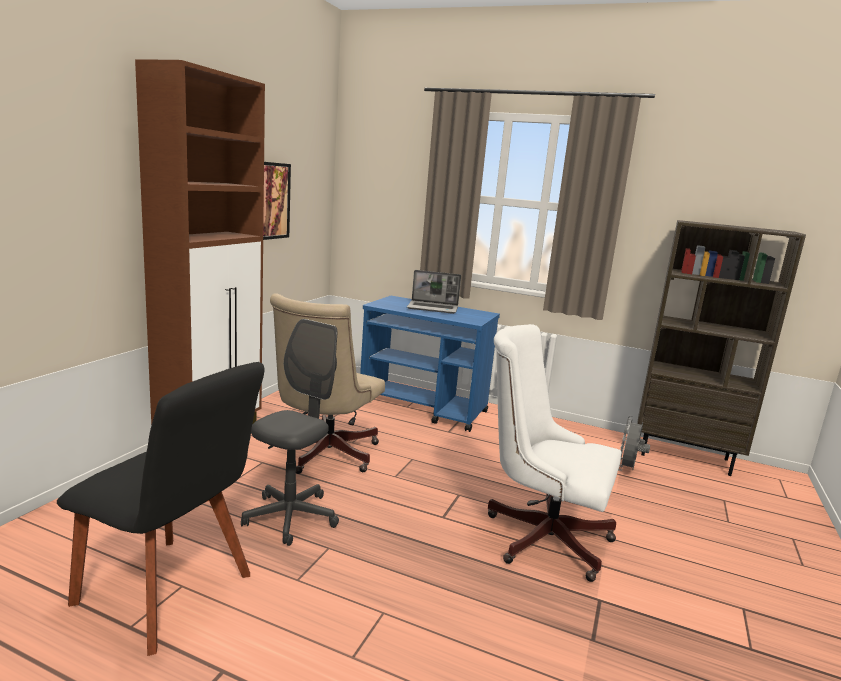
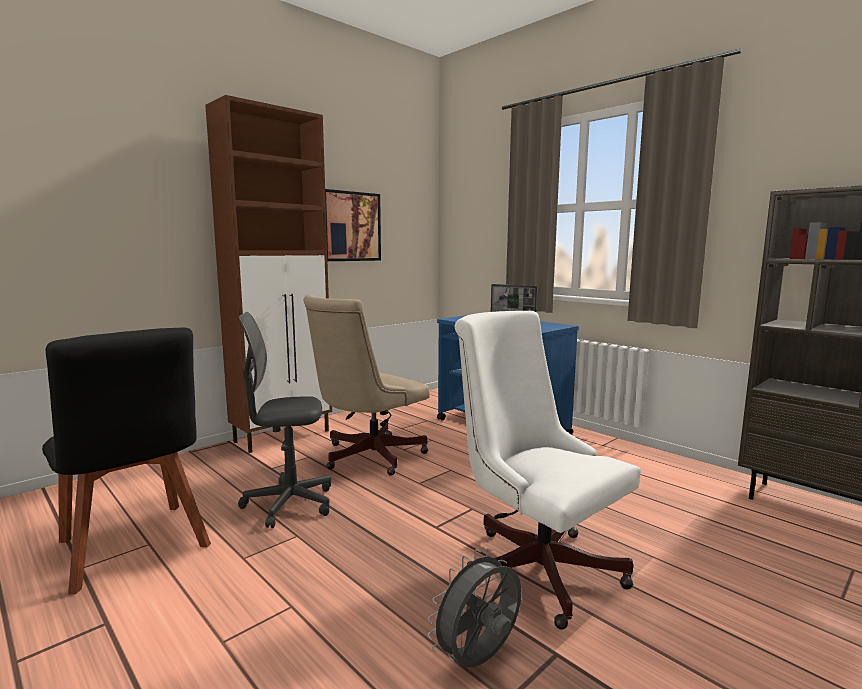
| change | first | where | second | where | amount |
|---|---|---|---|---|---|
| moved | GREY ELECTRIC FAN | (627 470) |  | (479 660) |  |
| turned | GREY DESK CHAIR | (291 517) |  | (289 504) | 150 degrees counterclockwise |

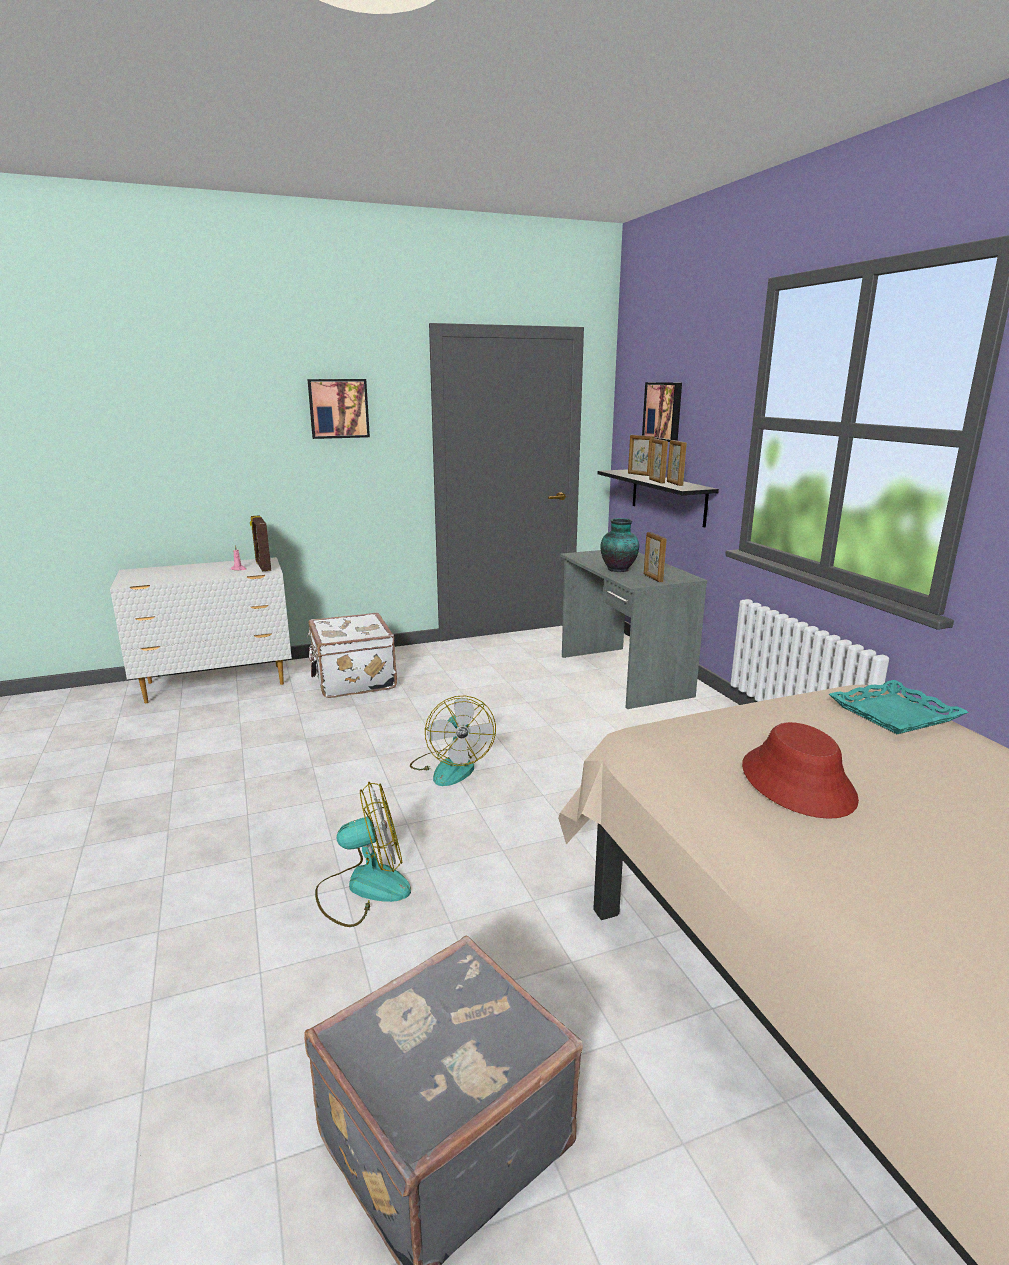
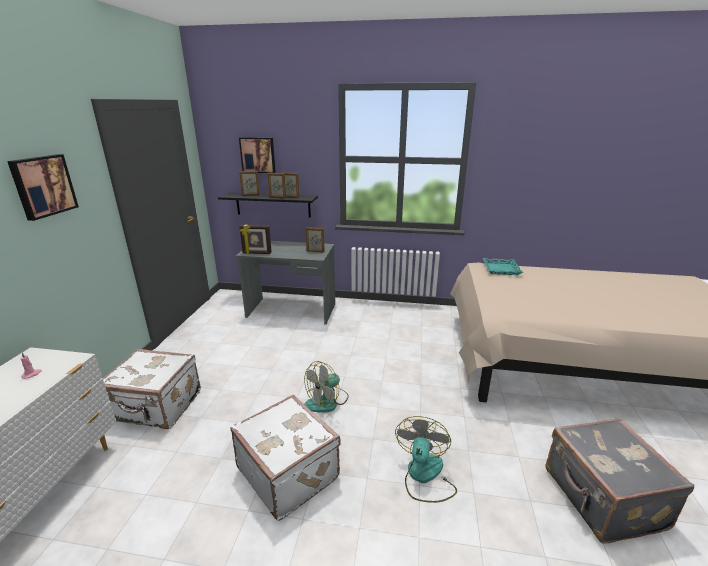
| change | first | where | second | where | amount |
|---|---|---|---|---|---|
| removed | FLOWER VASE | (618 570) |  |  |  |
| removed | RED WEARABLE HAT | (798 783) |  |  |  |
| added |  |  | WHITE-COLOURED PIECE OF LUGGAGE | (289 472) |  |
| moved | PICTURE FRAME | (262 566) |  | (257 253) |  |
| turned | ELECTRIC FAN | (451 767) |  | (327 401) | 120 degrees clockwise |

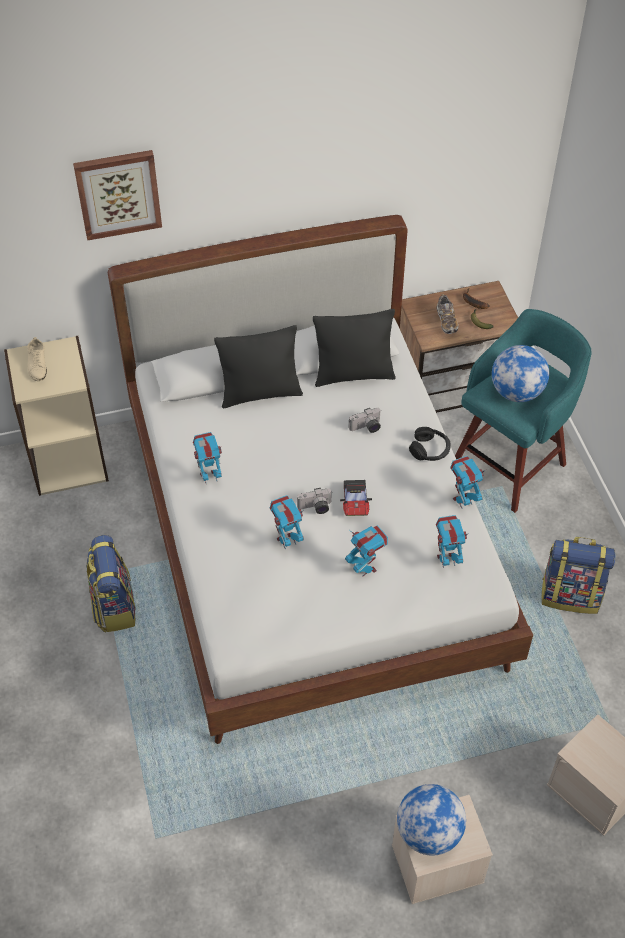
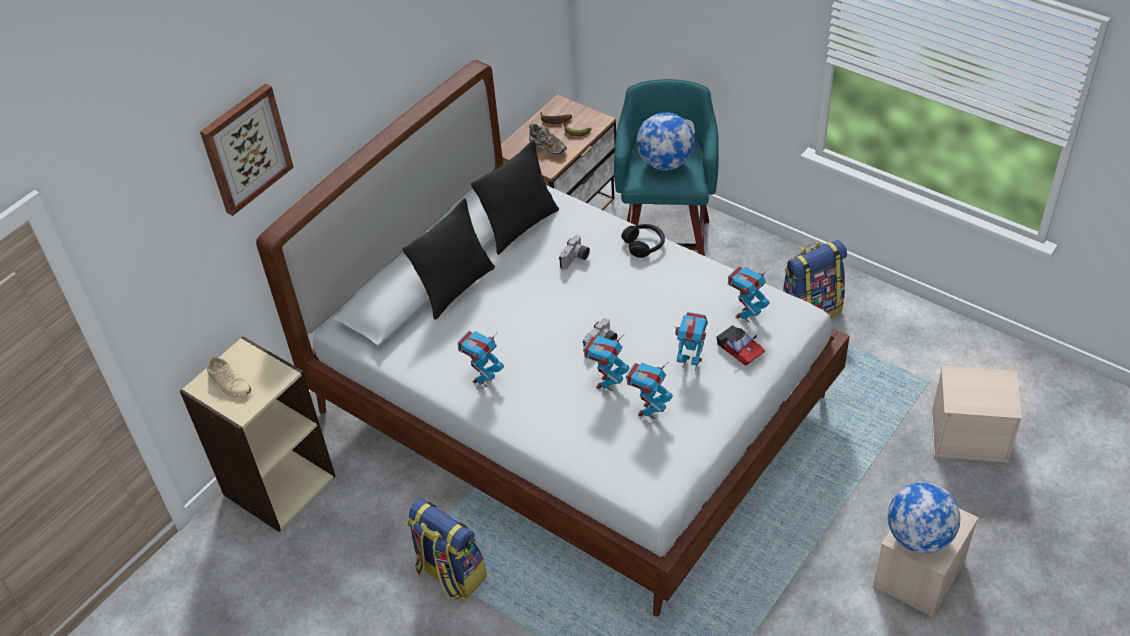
| change | first | where | second | where | amount |
|---|---|---|---|---|---|
| moved | MINIATURE CAR | (355 502) |  | (740 349) |  |
| moved | ROBOT FIGURE | (463 500) |  | (649 411) |  |

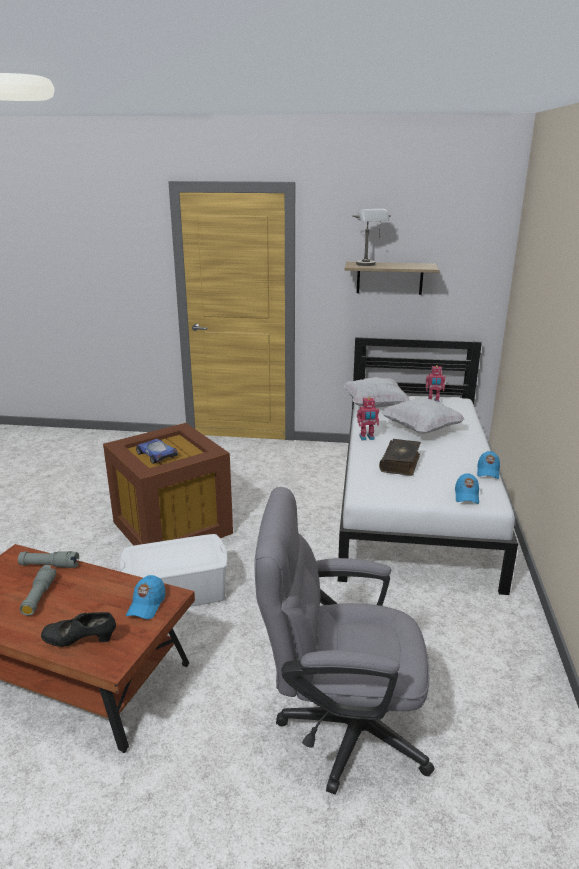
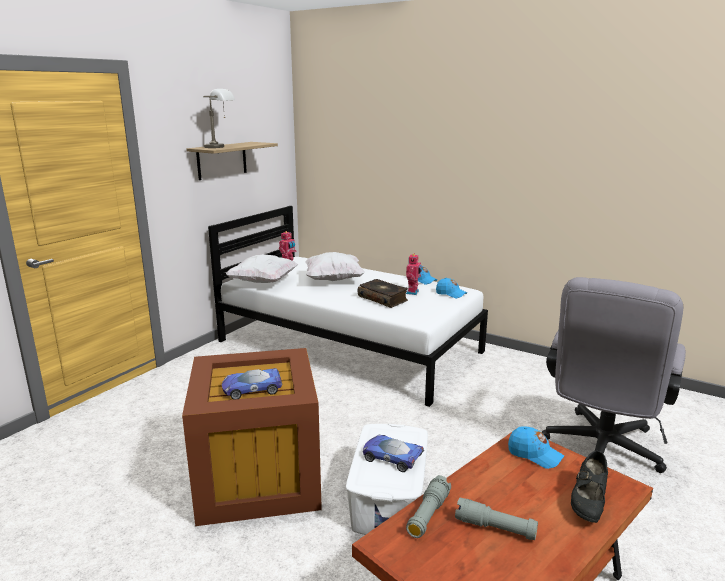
| change | first | where | second | where | amount |
|---|---|---|---|---|---|
| added |  |  | MINIATURE CAR | (391 457) |  |
| moved | ROBOT FIGURE | (367 438) |  | (413 292) |  |

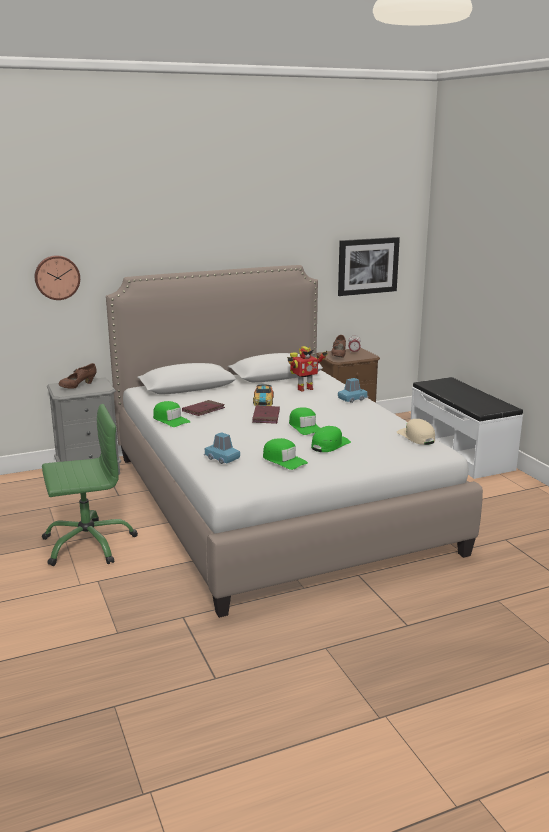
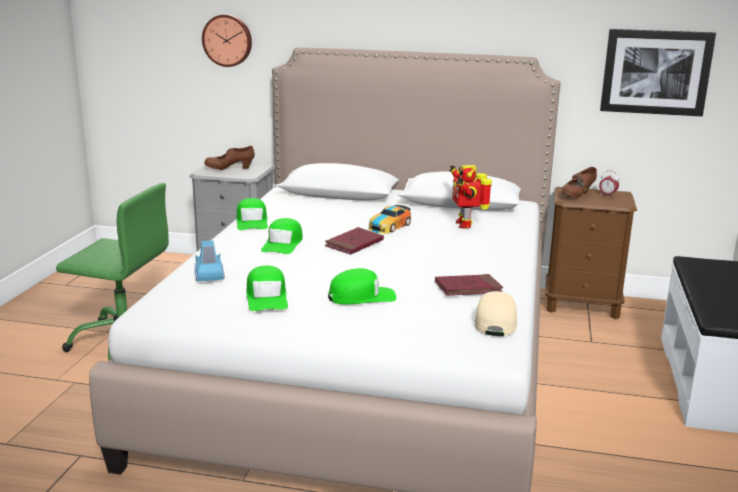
| change | first | where | second | where | amount |
|---|---|---|---|---|---|
| removed | BLUISH MINIATURE CAR | (352 399) |  |  |  |
| moved | RED VOLUME | (203 410) |  | (468 288) |  |
| moved | GREEN CAP | (305 427) |  | (283 244) |  |
| turned | ROBOT FIGURE | (304 388) |  | (465 224) | 75 degrees clockwise |

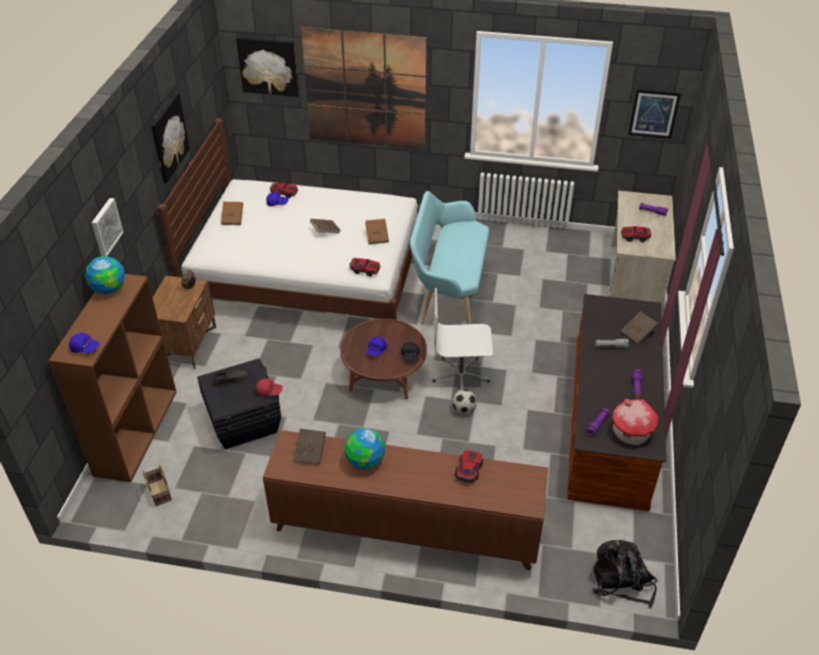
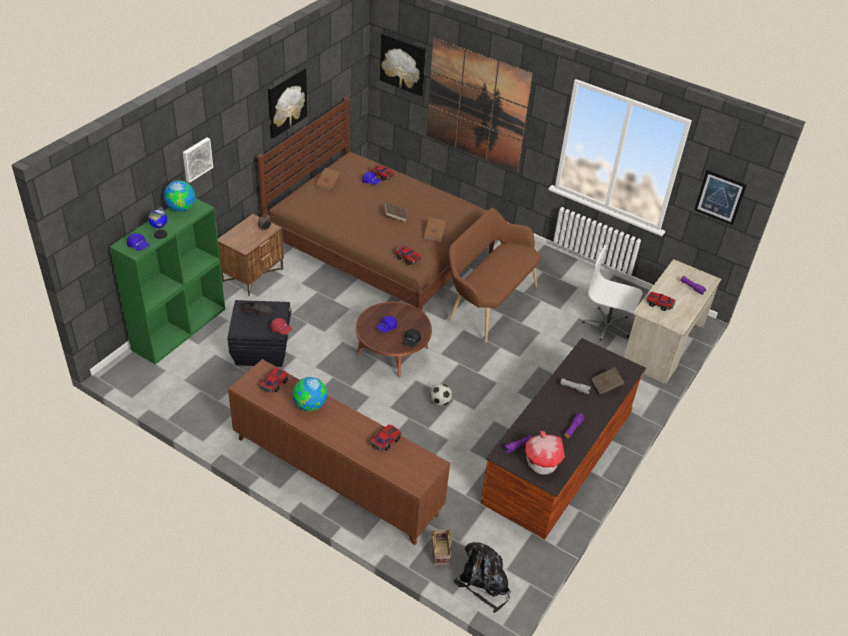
| change | first | where | second | where | amount |
|---|---|---|---|---|---|
| added |  |  | WORLD GLOBE | (160 234) |  |
| moved | HOUSEHOLD BASKET | (158 492) |  | (439 552) |  |
| moved | WHITE-COLOURED DESK CHAIR | (461 375) |  | (607 325) |  |
| replaced | BROWNISH VOLUME | (310 452) | MINIATURE CAR | (274 383) |  |
| recoloured | BROWNISH BOOKCASE | (136 431) | GREEN BOOKCASE | (179 328) |  |
| recoloured | WHITE-COLOURED SLEEPING BED | (308 275) | BROWNISH SLEEPING BED | (379 251) |  |
| recoloured | BLUE-GREEN LONG SEAT | (449 292) | BROWNISH LONG SEAT | (488 302) |  |

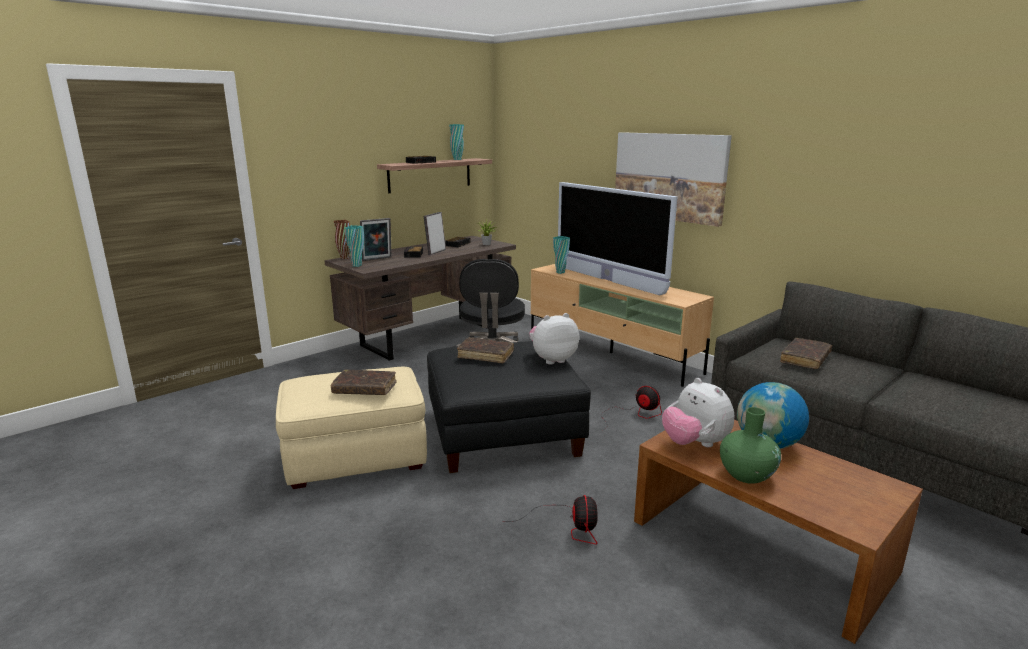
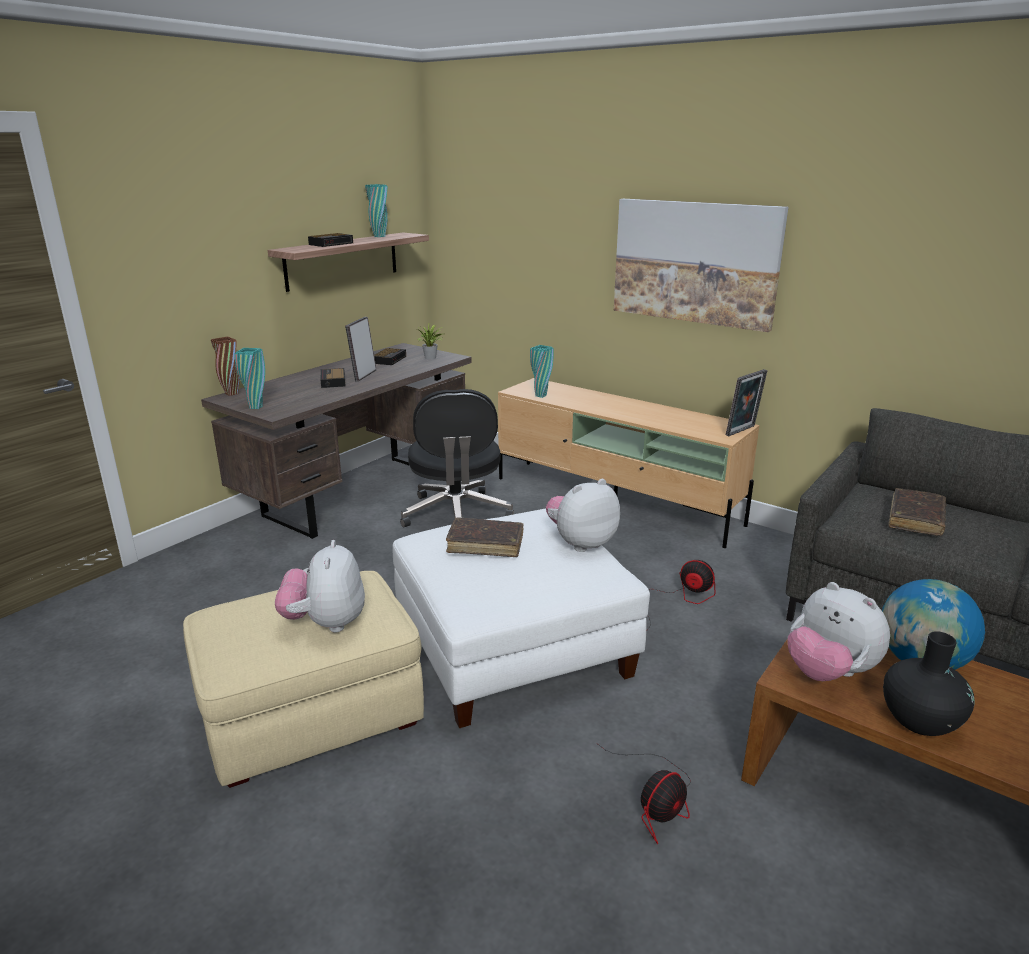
| change | first | where | second | where | amount |
|---|---|---|---|---|---|
| removed | TV SET | (608 280) |  |  |  |
| moved | PICTURE FRAME | (377 259) |  | (742 431) |  |
| replaced | BROWNISH VOLUME | (364 389) | SOFT TOY | (326 623) |  |
| recoloured | BLACK-COLOURED POUFFE | (503 431) | WHITE-COLOURED POUFFE | (513 646) |  |
| recoloured | GREEN FLOWER VASE | (746 475) | BLACK-COLOURED FLOWER VASE | (919 720) |  |
| turned | ELECTRIC FAN | (569 526) |  | (657 801) | 60 degrees clockwise |

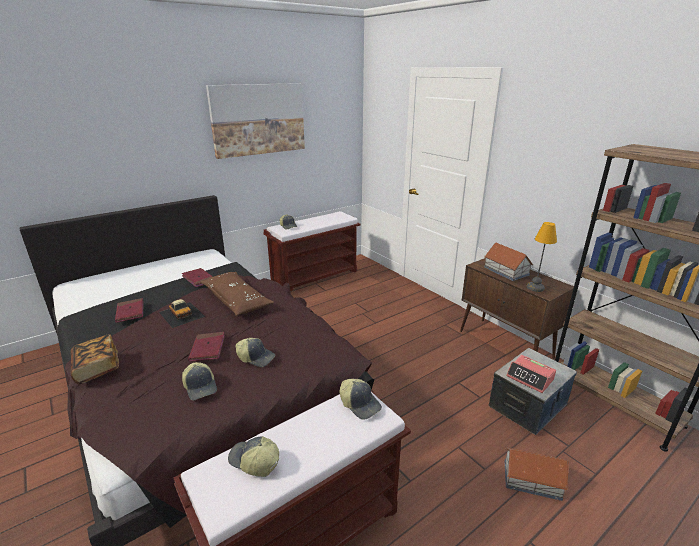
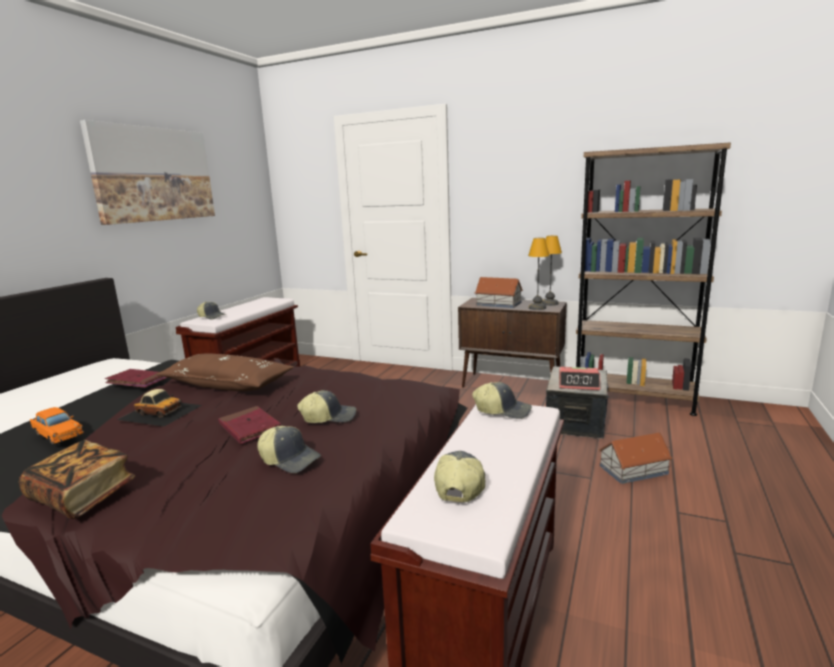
| change | first | where | second | where | amount |
|---|---|---|---|---|---|
| added |  |  | LAMP FOR A TABLE | (549 303) |  |
| replaced | RED VOLUME | (130 312) | ORANGEY MINIATURE CAR | (58 434) |  |
| turned | CAP | (254 462) |  | (459 485) | 105 degrees clockwise |

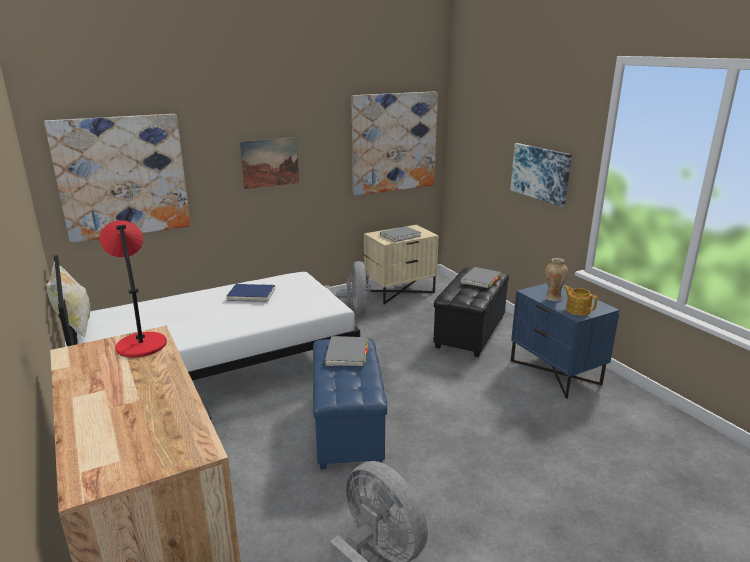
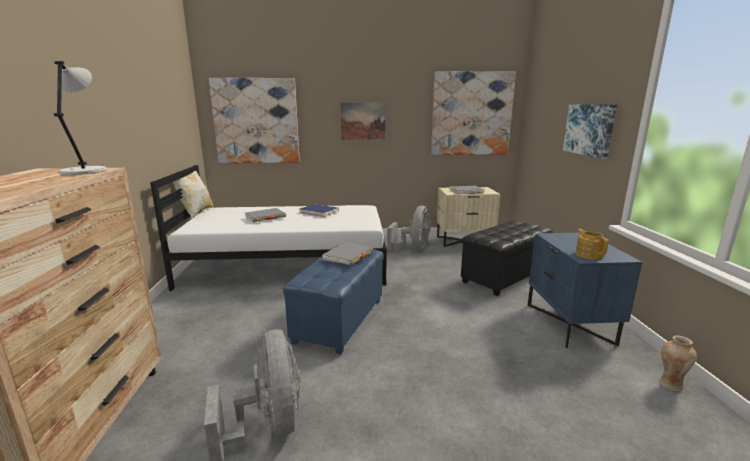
| change | first | where | second | where | amount |
|---|---|---|---|---|---|
| moved | GREY VOLUME | (481 280) |  | (265 217) |  |
| moved | FLOWER VASE | (553 298) |  | (670 384) |  |
| recoloured | RED LAMP FOR A TABLE | (141 344) | GREY LAMP FOR A TABLE | (85 171) |  |

